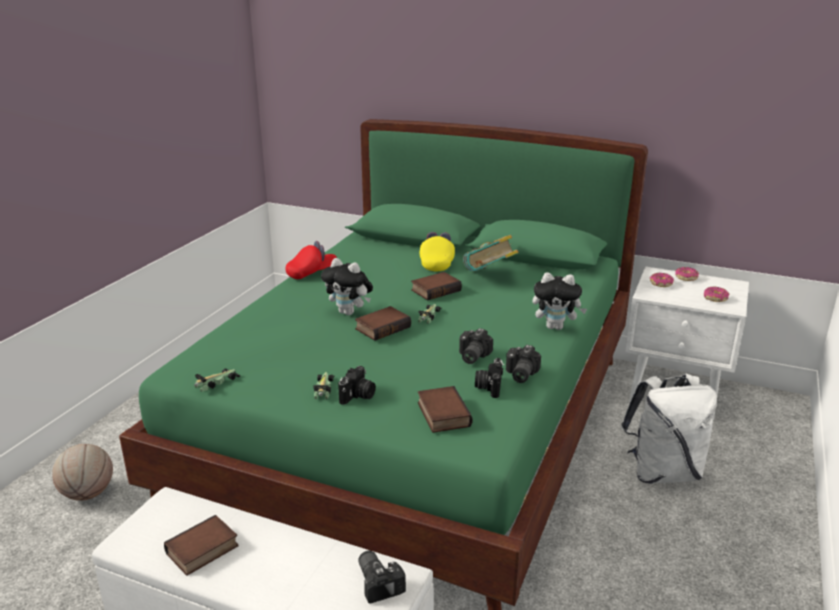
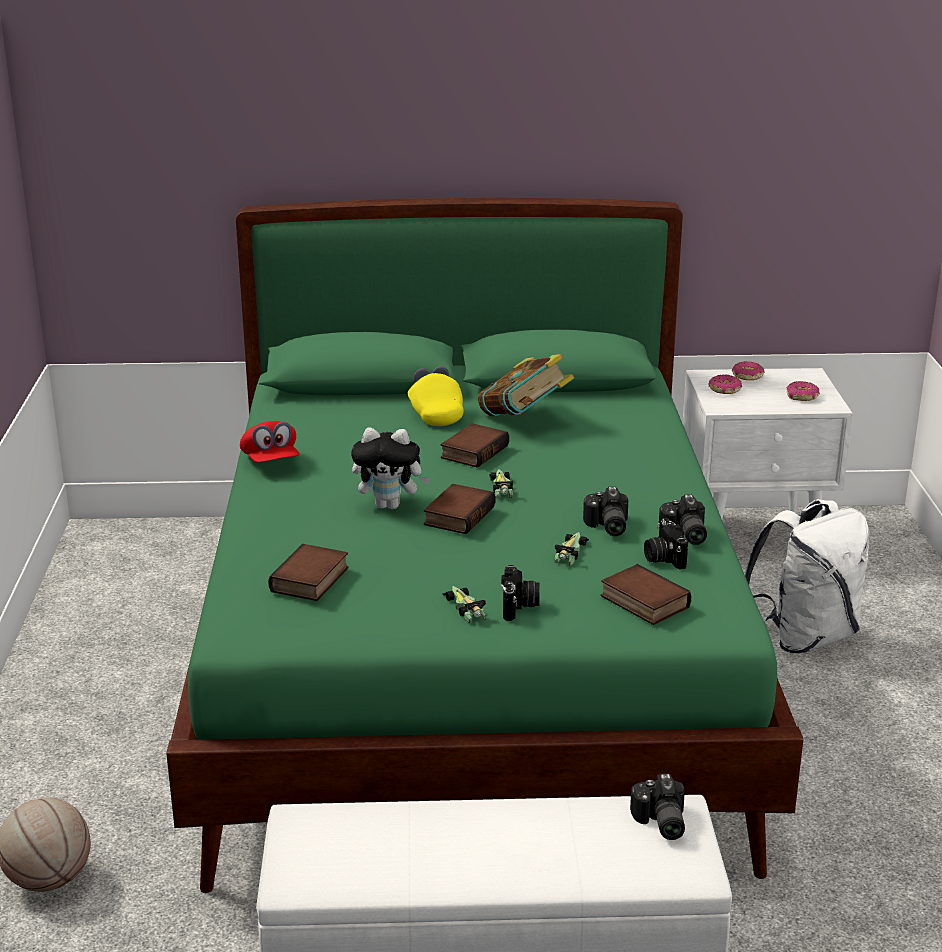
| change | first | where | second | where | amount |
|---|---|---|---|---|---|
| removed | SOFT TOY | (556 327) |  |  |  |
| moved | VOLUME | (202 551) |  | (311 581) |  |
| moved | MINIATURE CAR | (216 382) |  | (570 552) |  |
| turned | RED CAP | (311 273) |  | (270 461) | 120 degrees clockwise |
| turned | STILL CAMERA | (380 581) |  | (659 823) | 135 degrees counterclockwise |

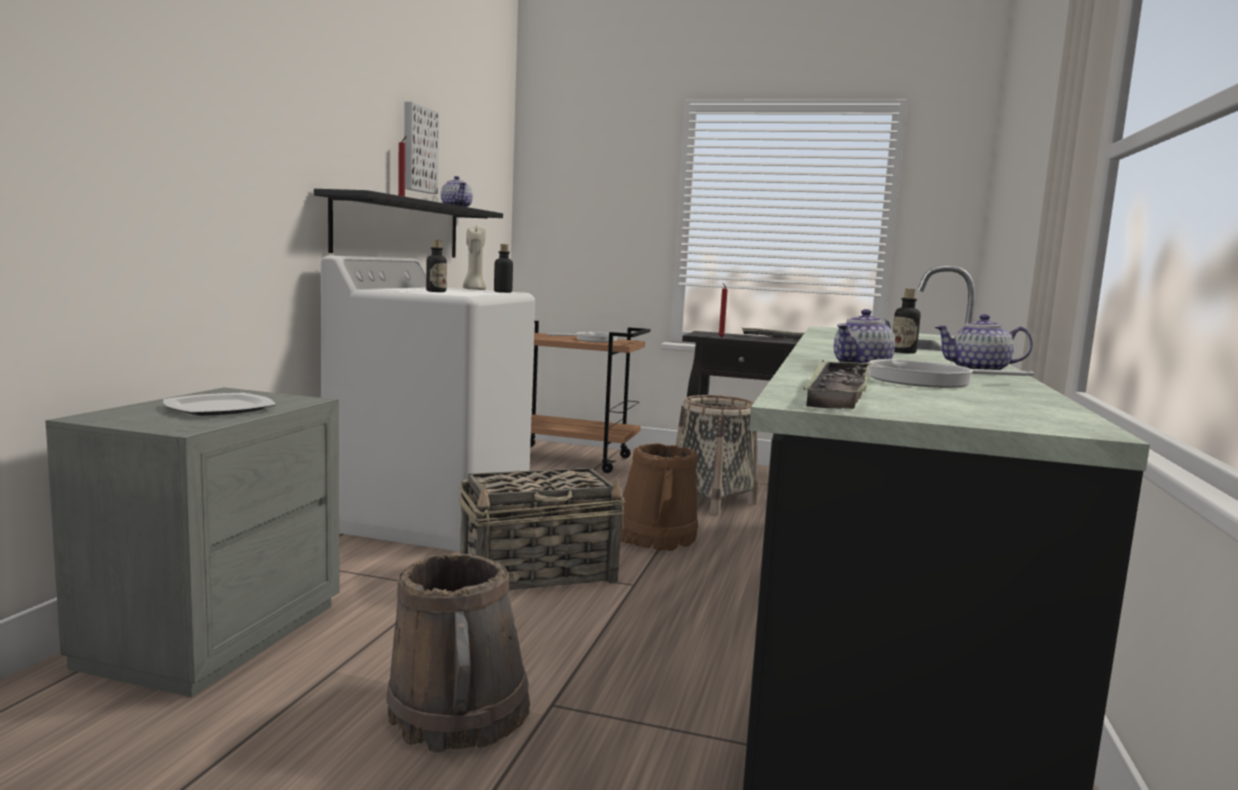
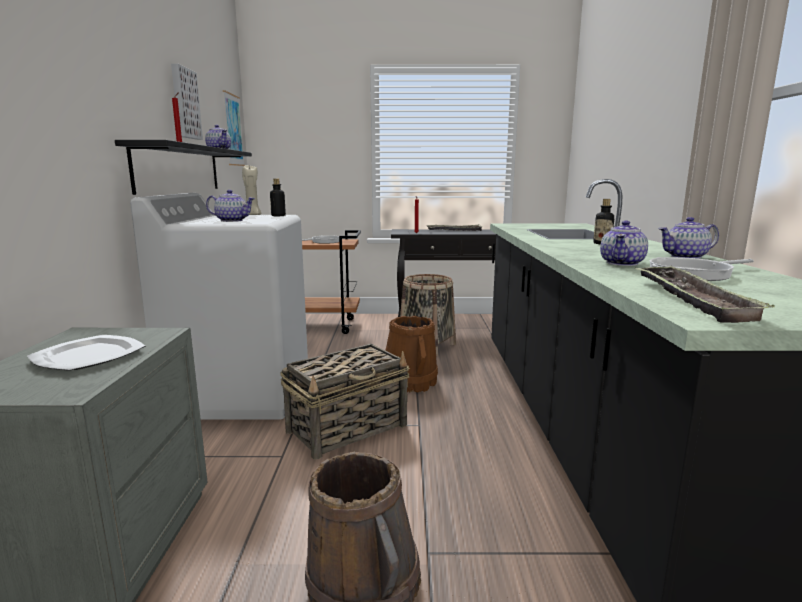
| change | first | where | second | where | amount |
|---|---|---|---|---|---|
| added |  |  | PICTURE | (233 130) |  |
| replaced | BOTTLE | (436 291) | TEA POT | (232 221) |  |

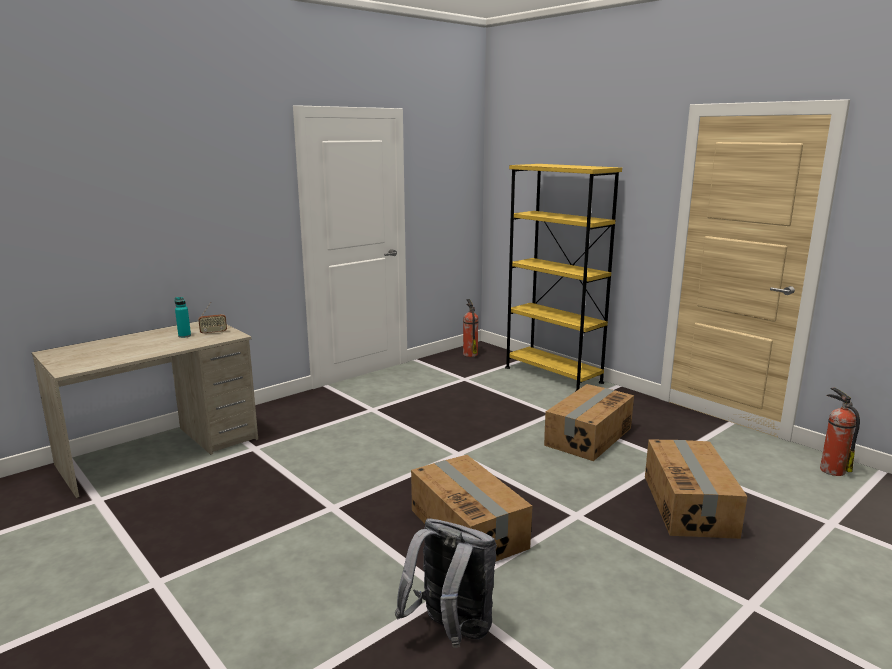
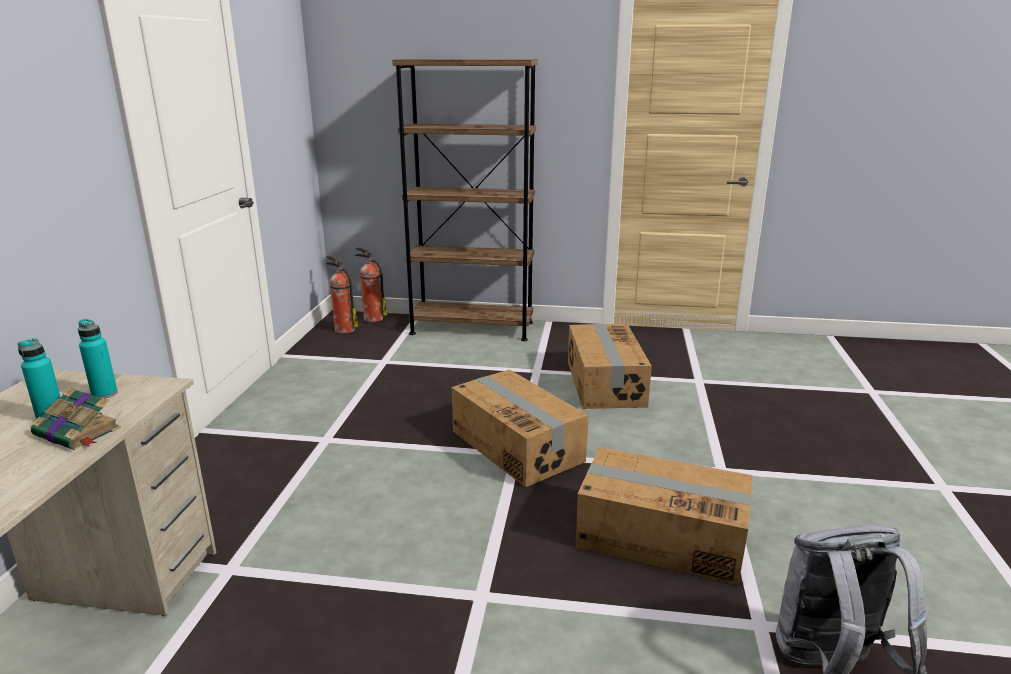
| change | first | where | second | where | amount |
|---|---|---|---|---|---|
| added |  |  | VOLUME | (78 432) |  |
| moved | CARTON | (689 505) |  | (517 445) |  |
| moved | FIRE-FIGHTING CYLINDER | (831 469) |  | (372 318) |  |
| replaced | RADIO | (213 333) | BLUE-GREEN BOTTLE | (104 394) |  |
| recoloured | YELLOWISH BOOKCASE | (553 375) | BROWNISH BOOKCASE | (472 328) |  |

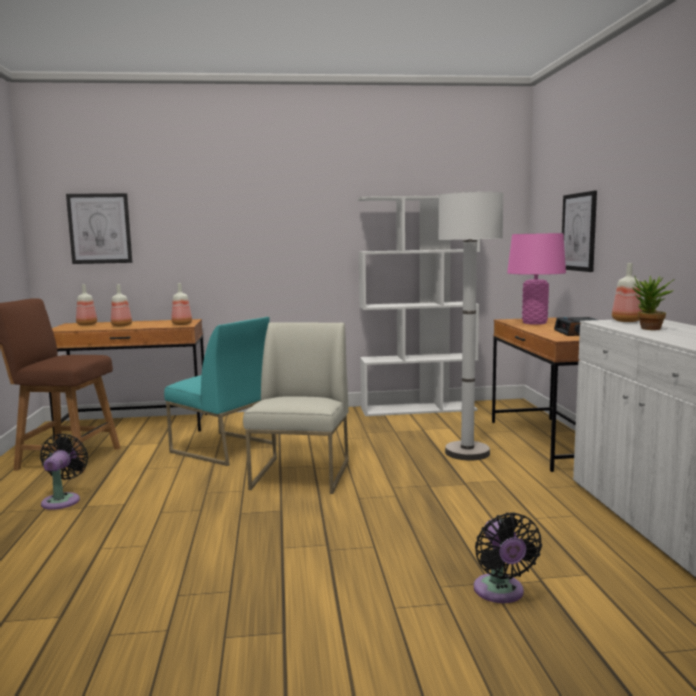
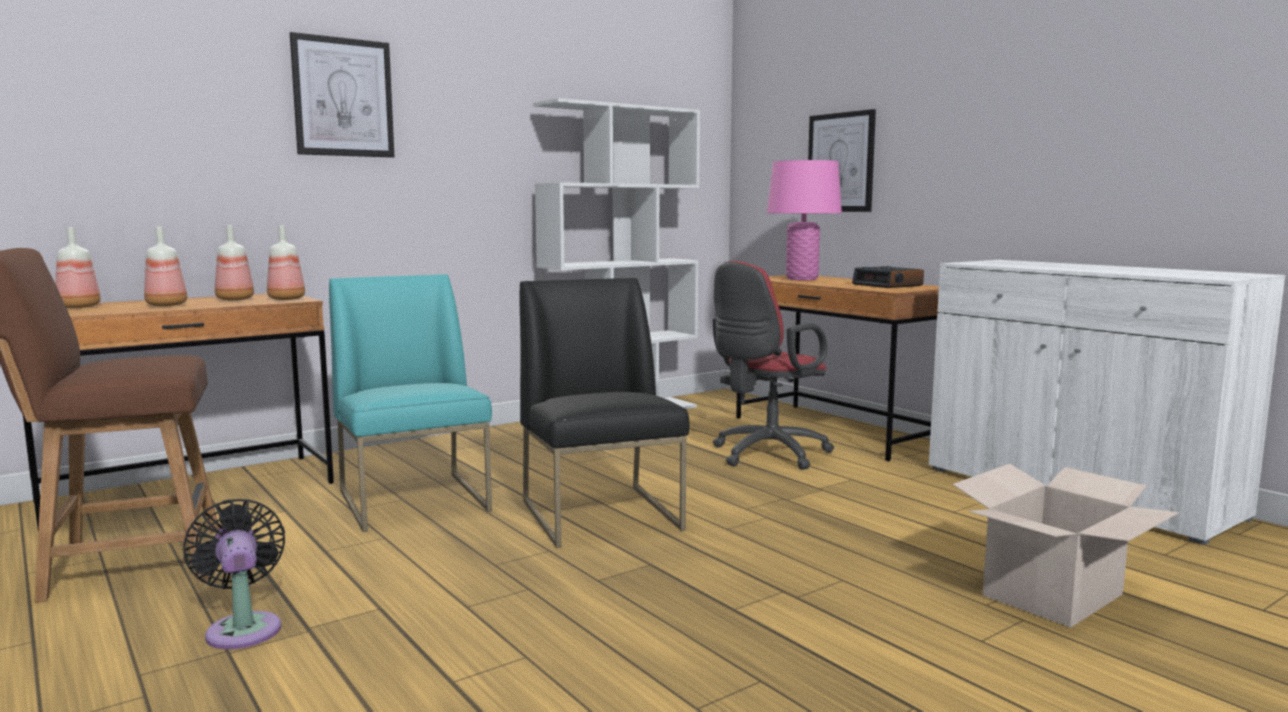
| change | first | where | second | where | amount |
|---|---|---|---|---|---|
| removed | PLANT IN A POT | (649 329) |  |  |  |
| moved | PICTURE | (100 228) |  | (343 97) |  |
| moved | BOTTLE | (627 321) |  | (235 299) |  |
| replaced | WHITE-COLOURED FLOOR LAMP | (467 452) | RED DESK CHAIR | (765 455) |  |
| replaced | BLACK-COLOURED ELECTRIC FAN | (500 592) | CARTON | (1051 594) |  |
| recoloured | WHITE-COLOURED UPRIGHT CHAIR | (302 475) | BLACK-COLOURED UPRIGHT CHAIR | (602 515) |  |
| turned | BLUE-GREEN UPRIGHT CHAIR | (222 448) |  | (415 501) | 120 degrees counterclockwise |

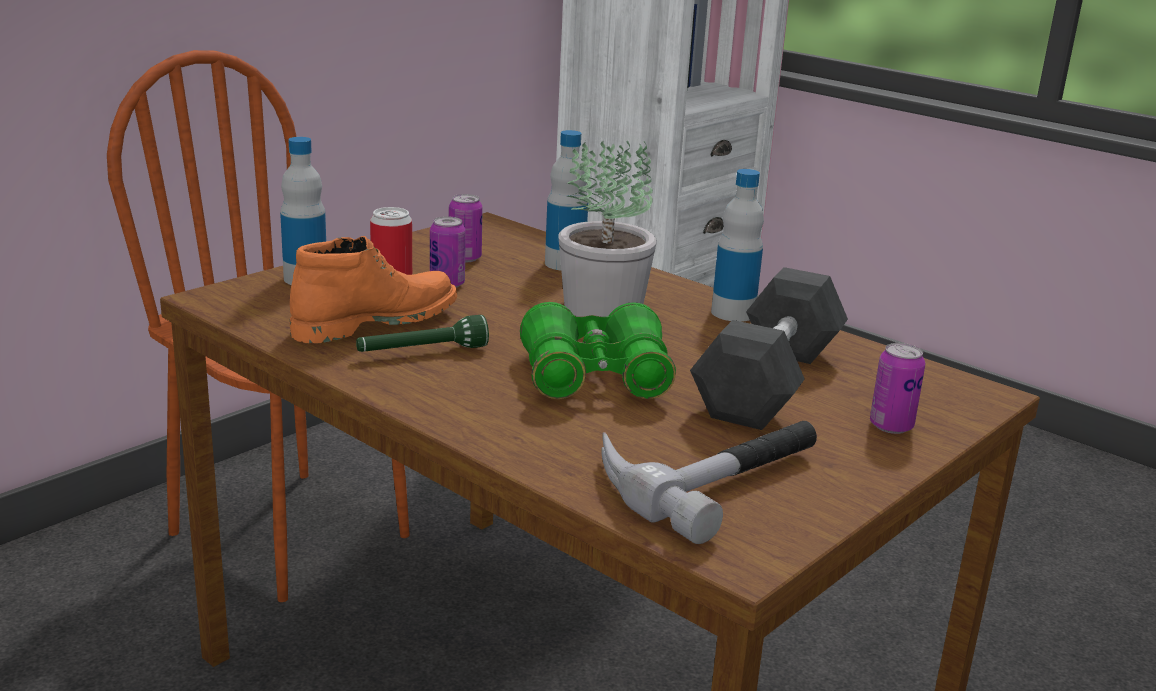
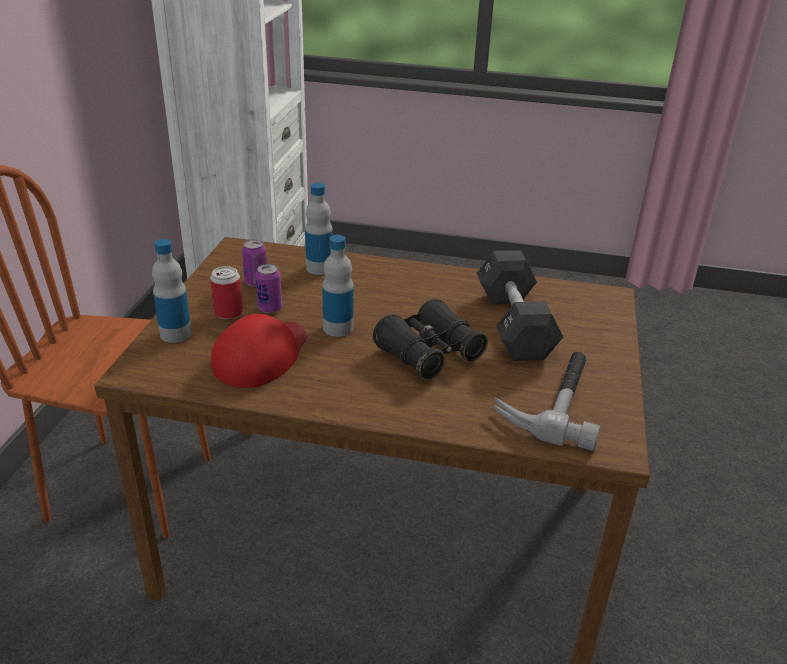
| change | first | where | second | where | amount |
|---|---|---|---|---|---|
| removed | GREEN FLASHLIGHT | (422 352) |  |  |  |
| removed | PLANT IN A POT | (604 307) |  |  |  |
| removed | CAN | (891 426) |  |  |  |
| moved | BOTTLE | (733 313) |  | (338 328) |  |
| replaced | ORANGEY BOOT | (374 322) | RED CAP | (261 355) |  |
| recoloured | GREEN PAIR OF BINOCULARS | (595 377) | BLACK-COLOURED PAIR OF BINOCULARS | (429 353) |  |

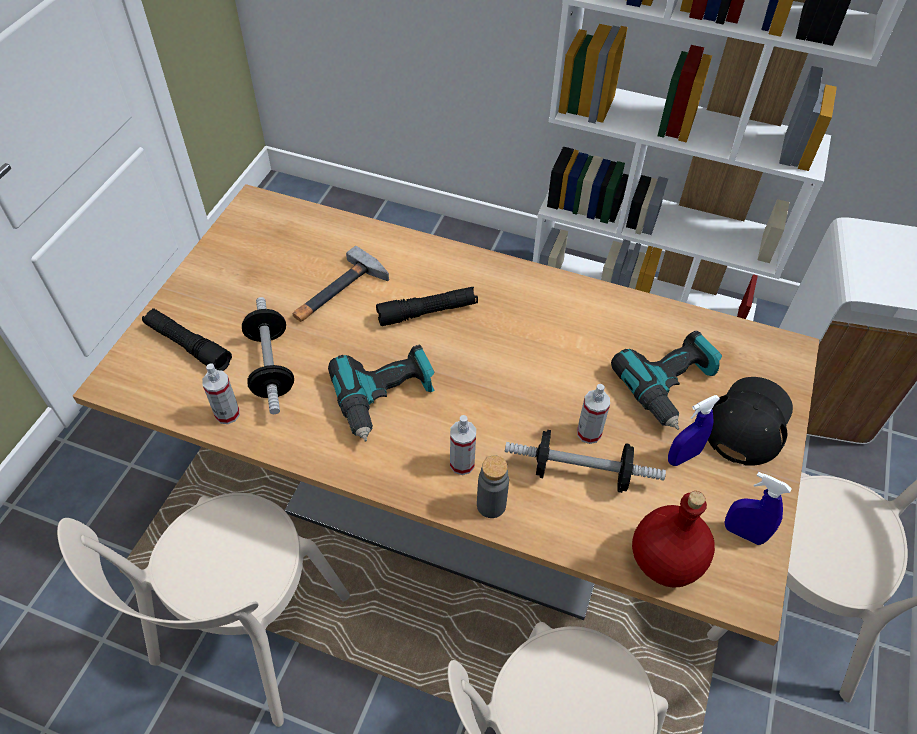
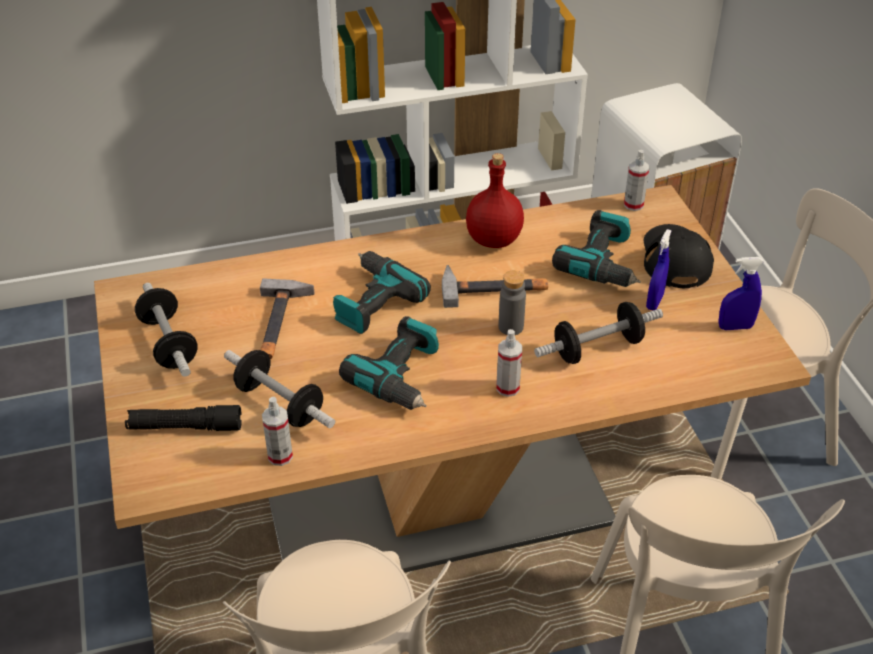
| change | first | where | second | where | amount |
|---|---|---|---|---|---|
| added |  |  | FREE WEIGHT | (169 343) |  |
| added |  |  | HAMMER | (494 288) |  |
| moved | GREY BOTTLE | (491 505) |  | (511 327) |  |
| moved | SPRAYER | (589 433) |  | (633 205) |  |
| moved | RED BOTTLE | (665 562) |  | (494 240) |  |
| replaced | BLACK-COLOURED FLASHLIGHT | (427 312) | DRILL | (372 301) |  |

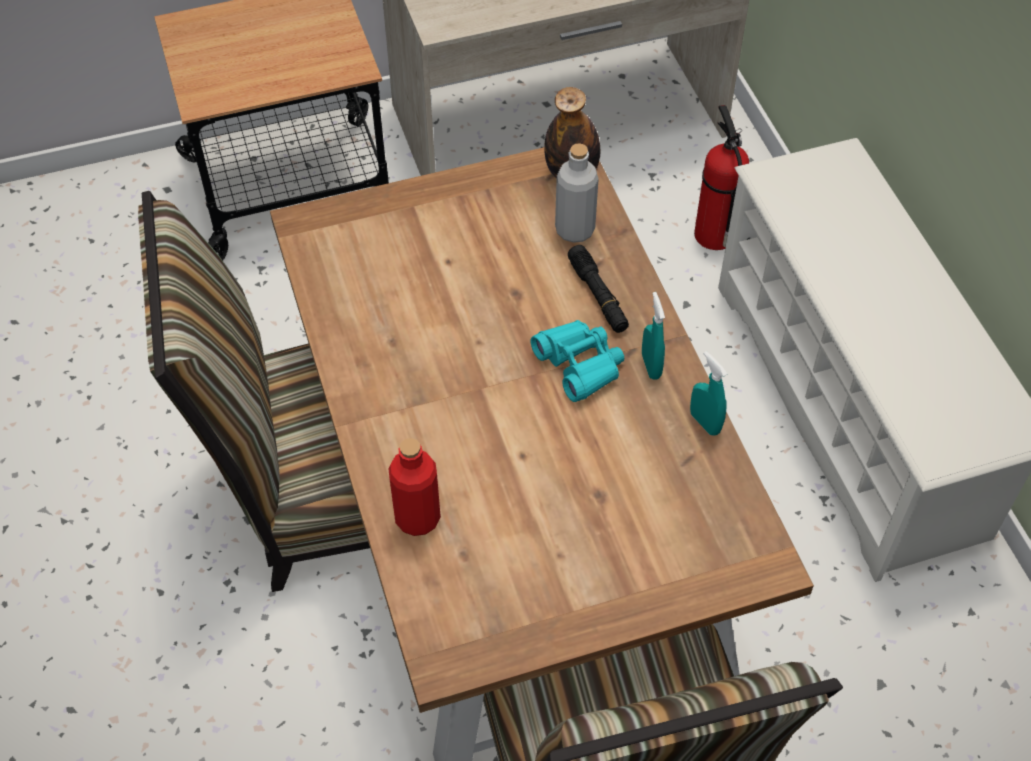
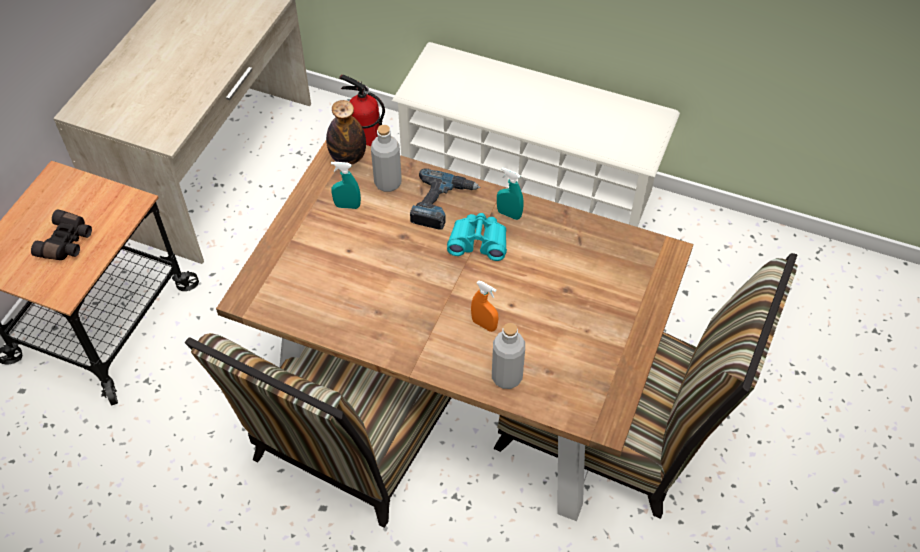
| change | first | where | second | where | amount |
|---|---|---|---|---|---|
| added |  |  | BLACK-COLOURED PAIR OF BINOCULARS | (67 243) |  |
| added |  |  | ORANGEY SPRAYER | (484 324) |  |
| moved | BLUE-GREEN SPRAYER | (704 423) |  | (347 206) |  |
| replaced | BLACK-COLOURED FLASHLIGHT | (598 295) | DRILL | (442 204) |  |
| recoloured | RED BOTTLE | (417 518) | GREY BOTTLE | (506 377) |  |

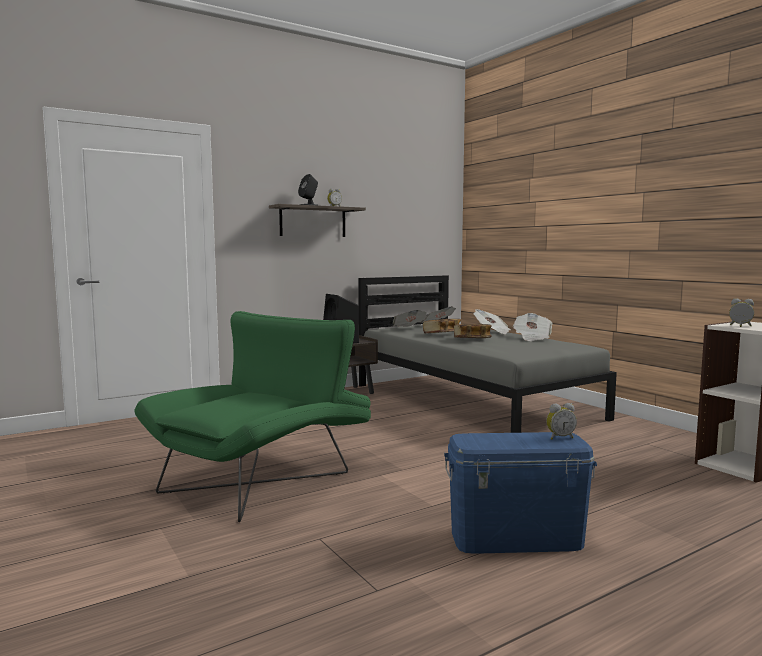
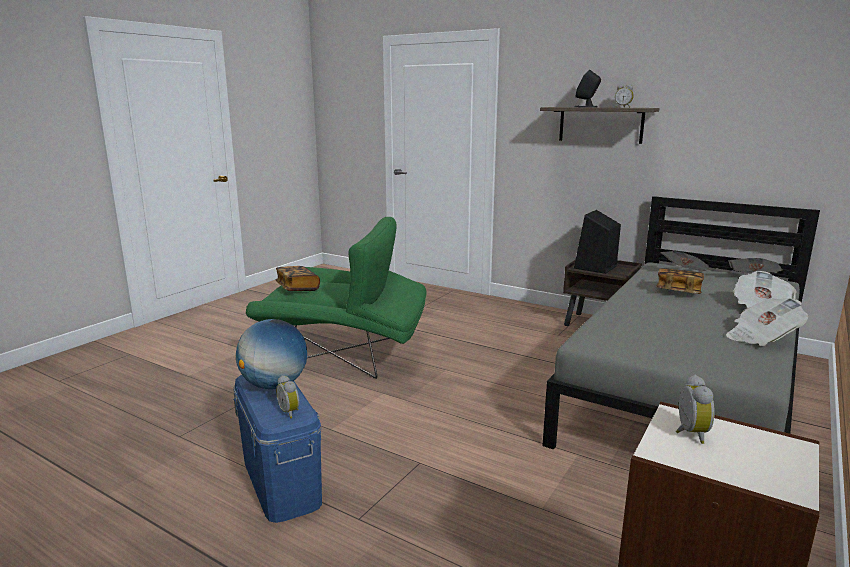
| change | first | where | second | where | amount |
|---|---|---|---|---|---|
| added |  |  | WORLD GLOBE | (274 385) |  |
| moved | VOLUME | (472 339) |  | (297 288) |  |

